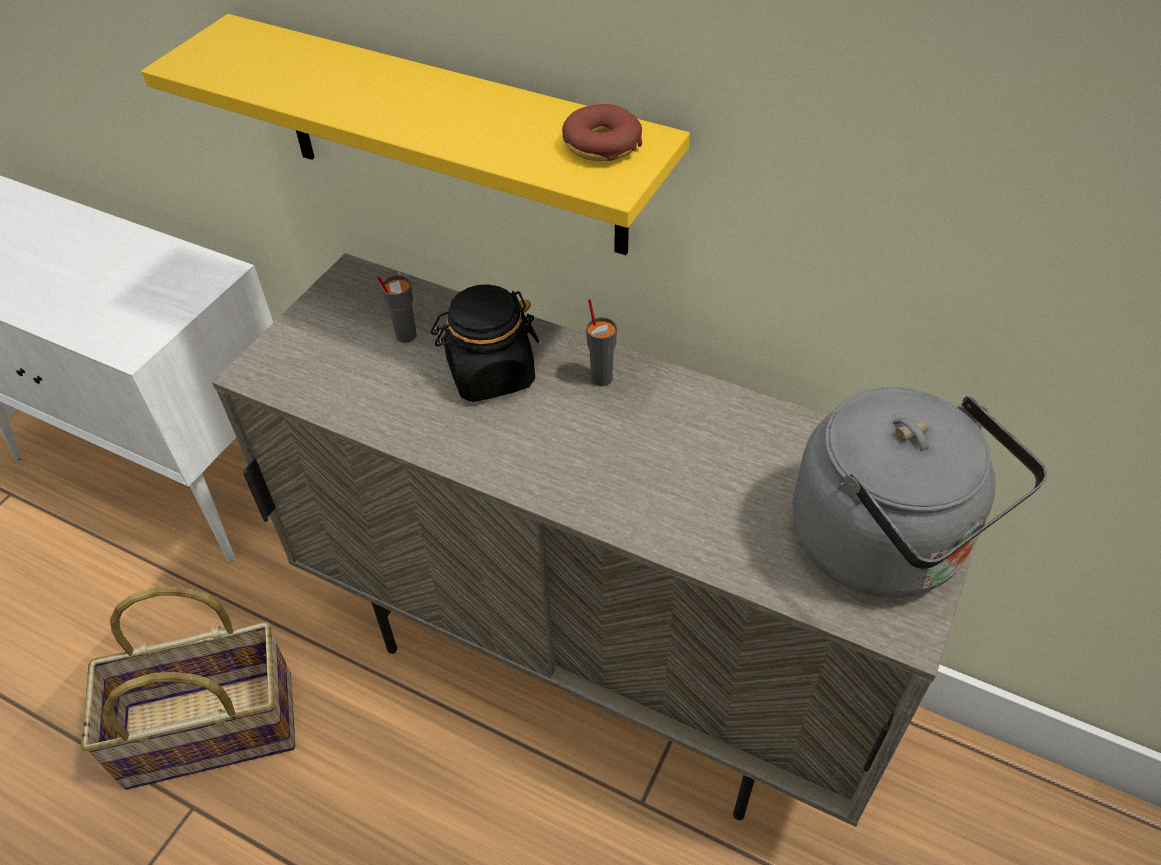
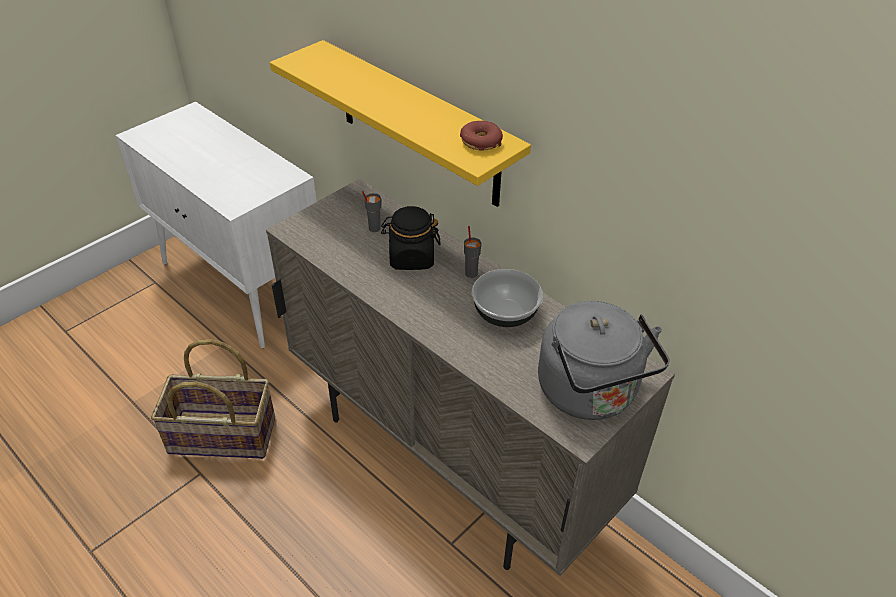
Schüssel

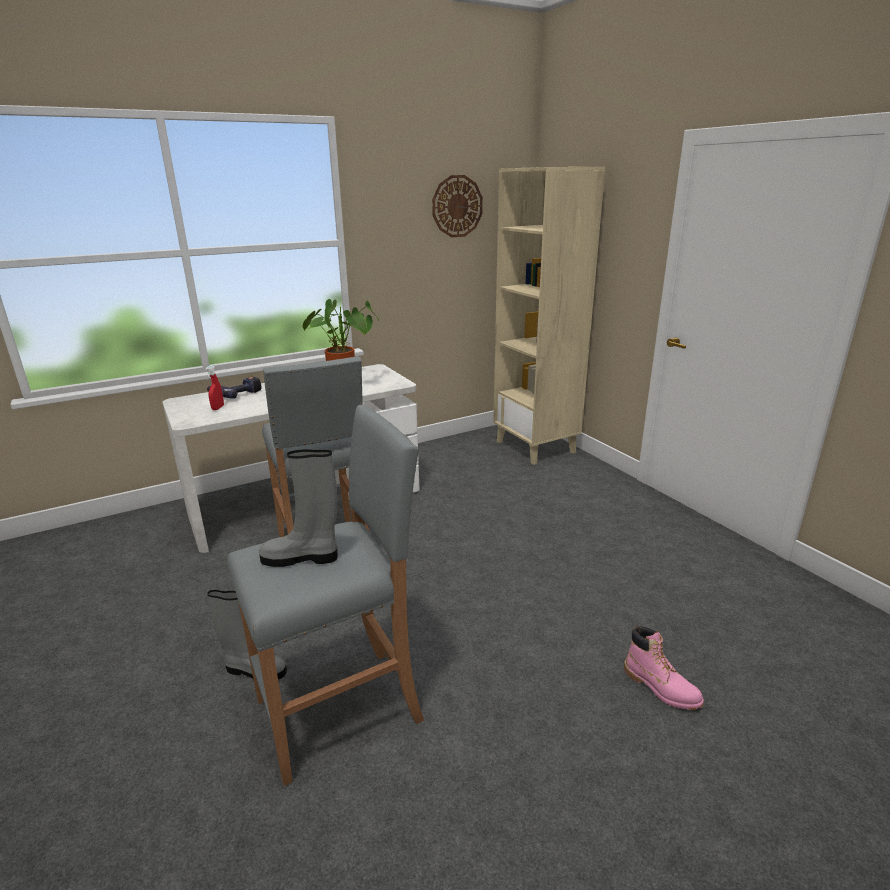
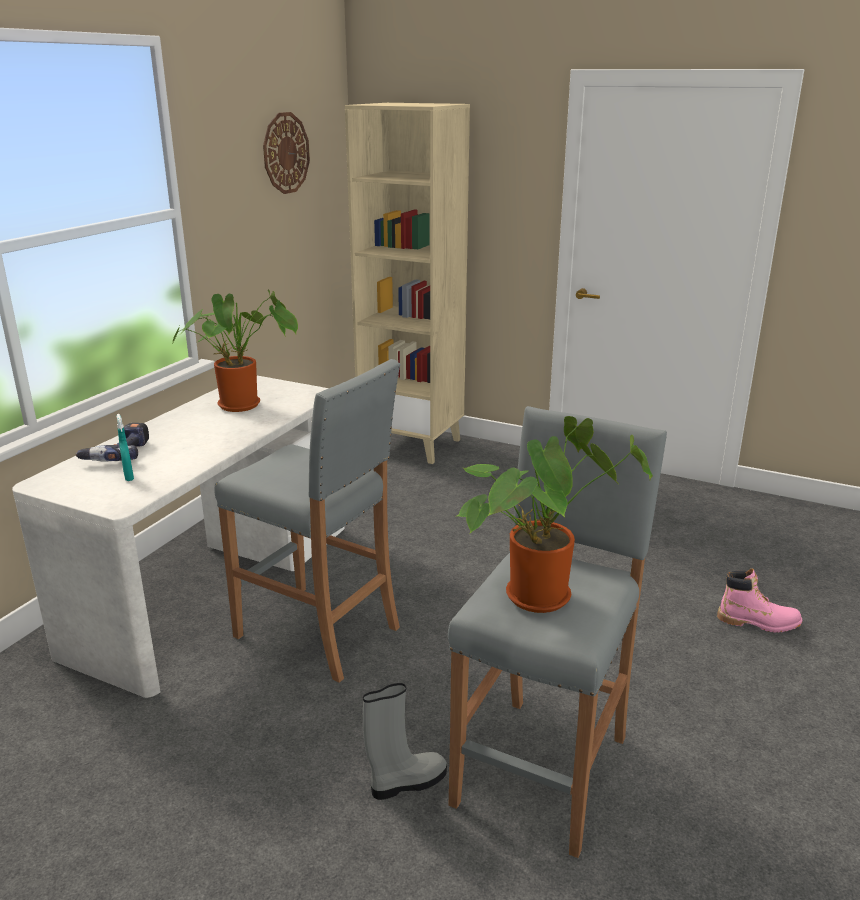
Sprühflasche [türkis]; Topfpflanze (2nd from left)

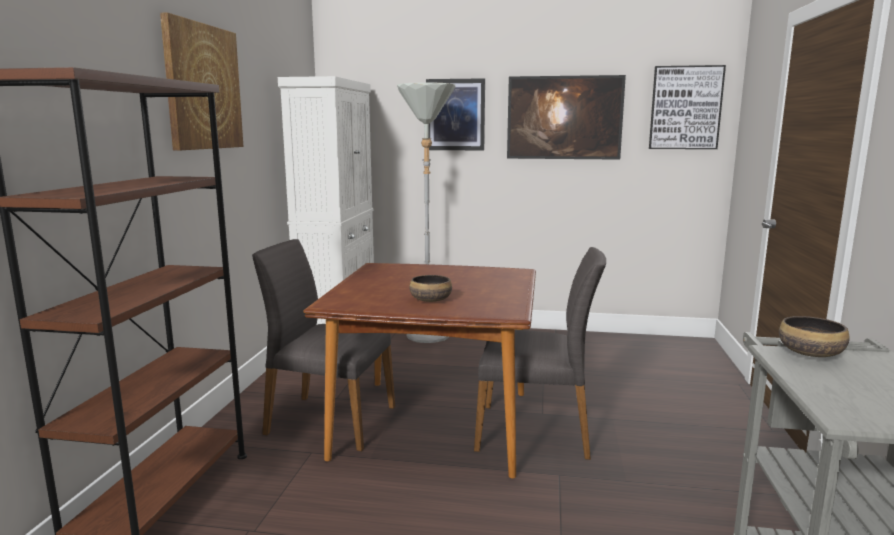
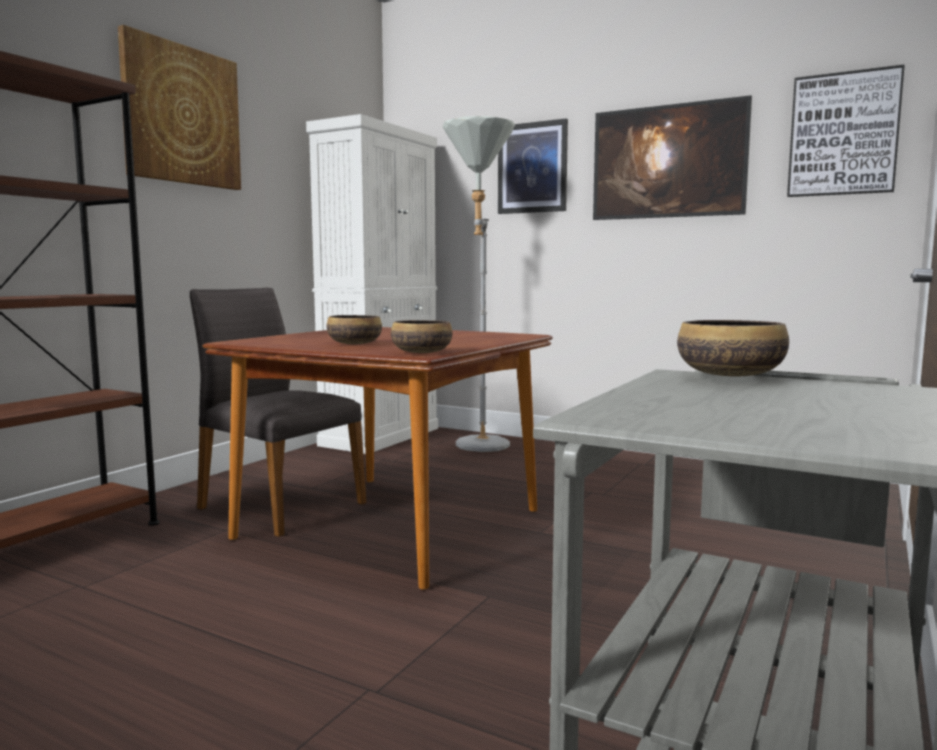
Stuhl [grau] (2nd from left in the first image); Schüssel (2nd from left)

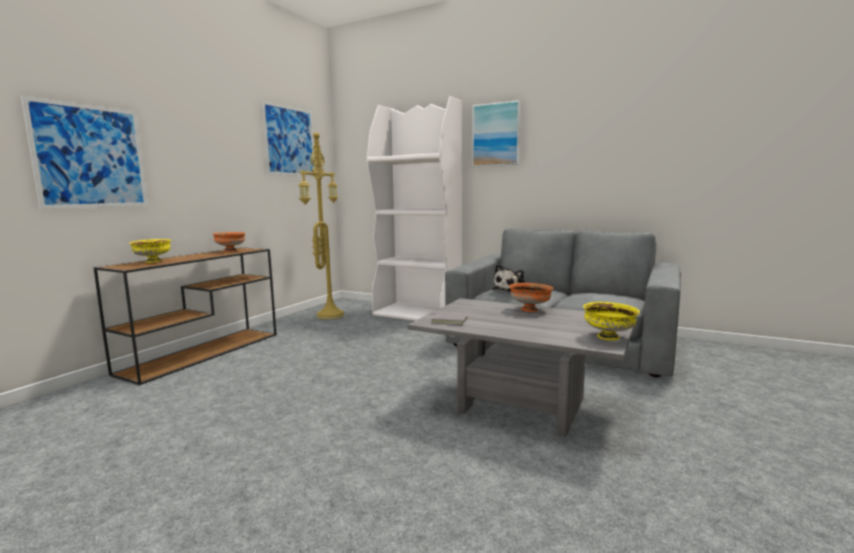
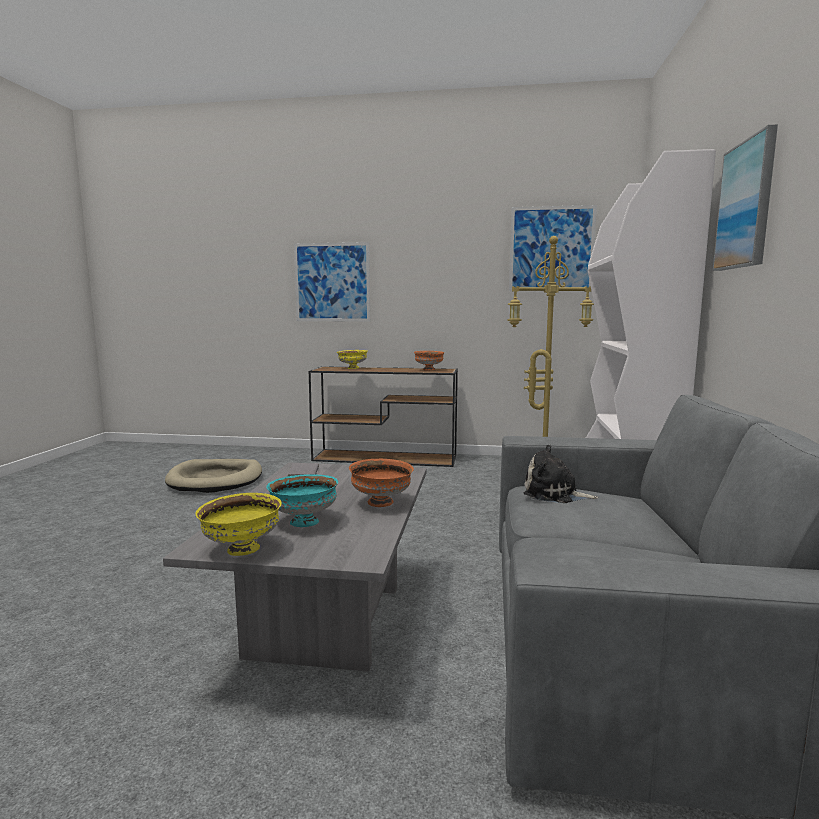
Hundebett [beige]; Schüssel [türkis]

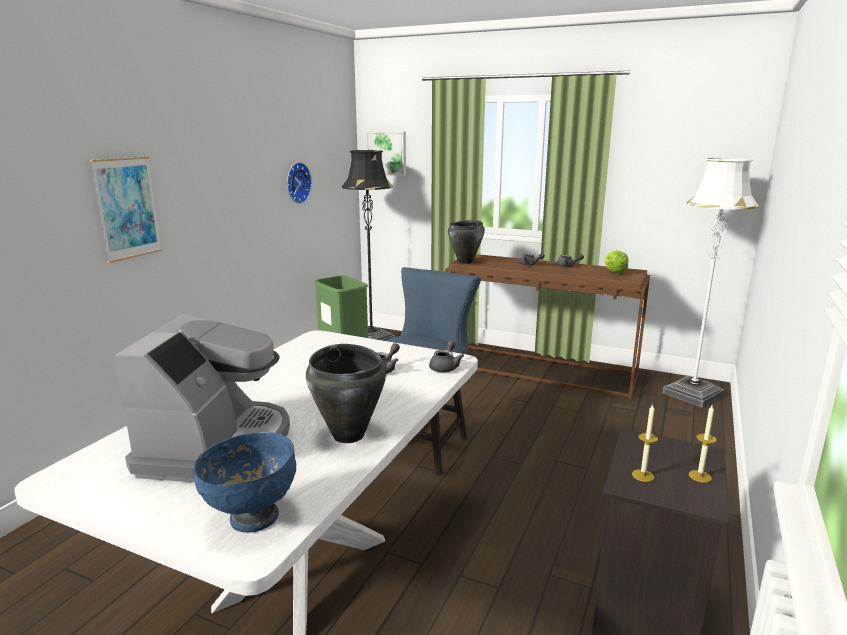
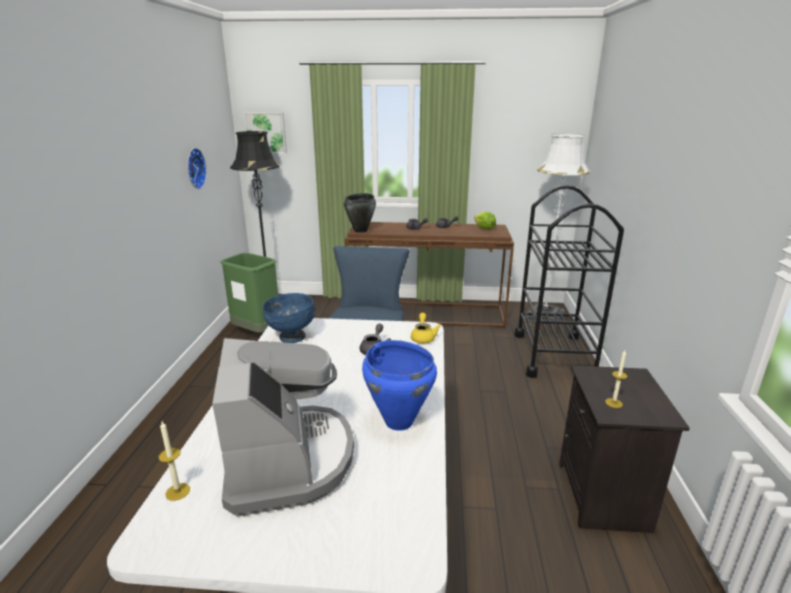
Bild (1st from left in the first image); Teekanne [gelb]; Kochtopf [blau]; Kerze (1st from left); Schüssel [blau]; Rollwagen [schwarz]

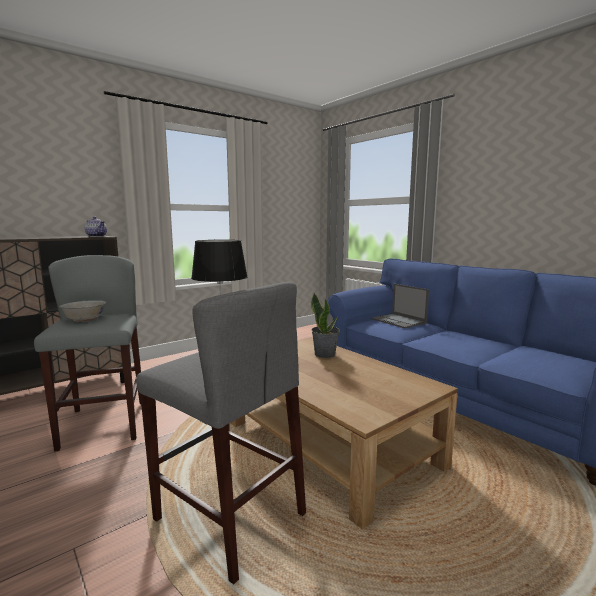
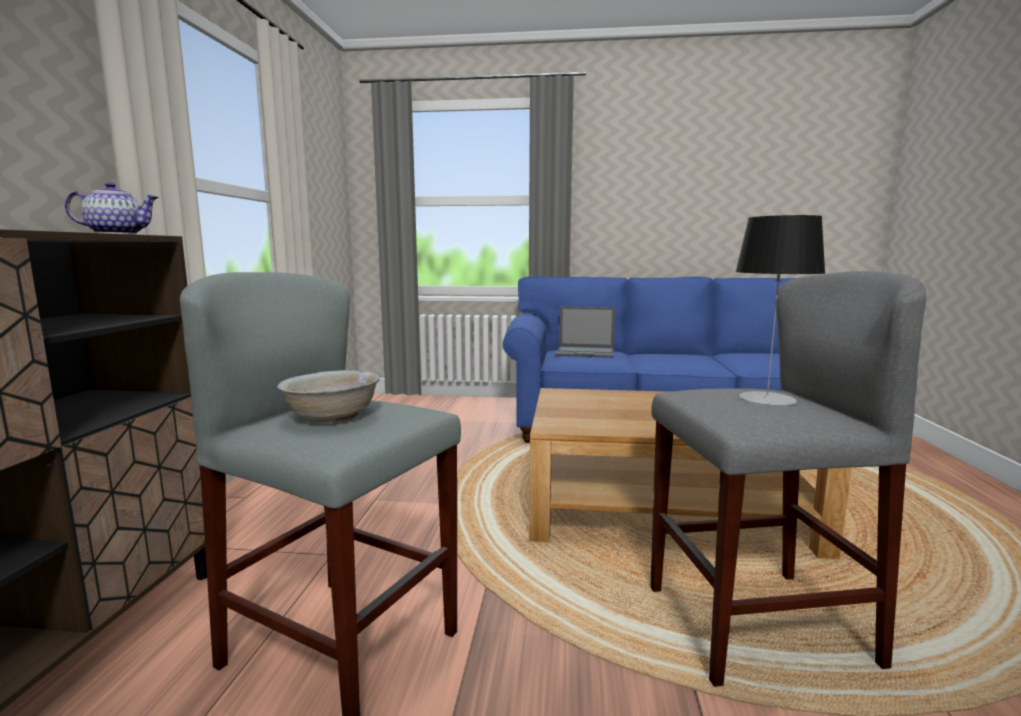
Topfpflanze

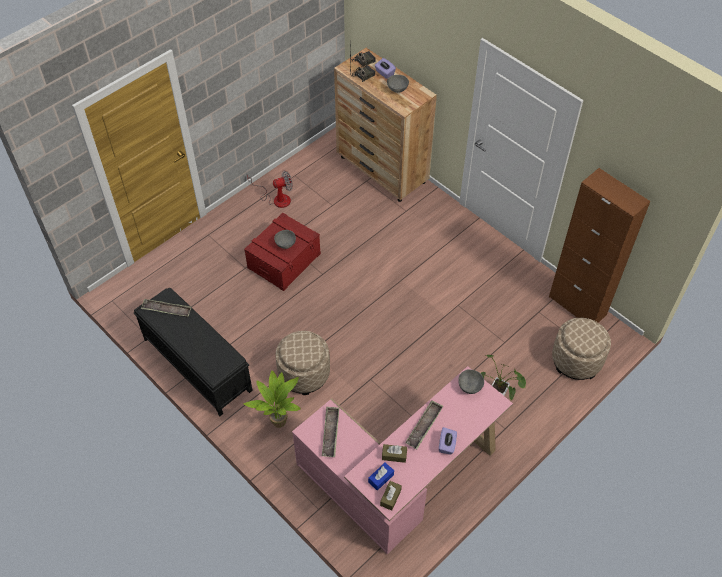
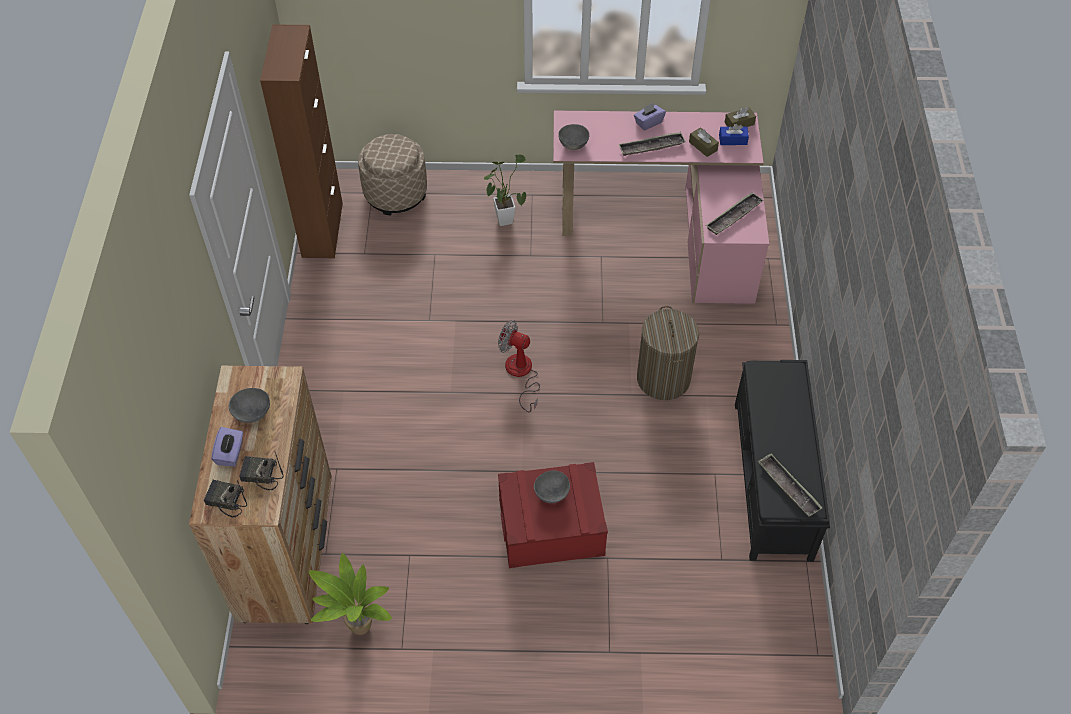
Ventilator; Wäschekorb; Topfpflanze (1st from left)

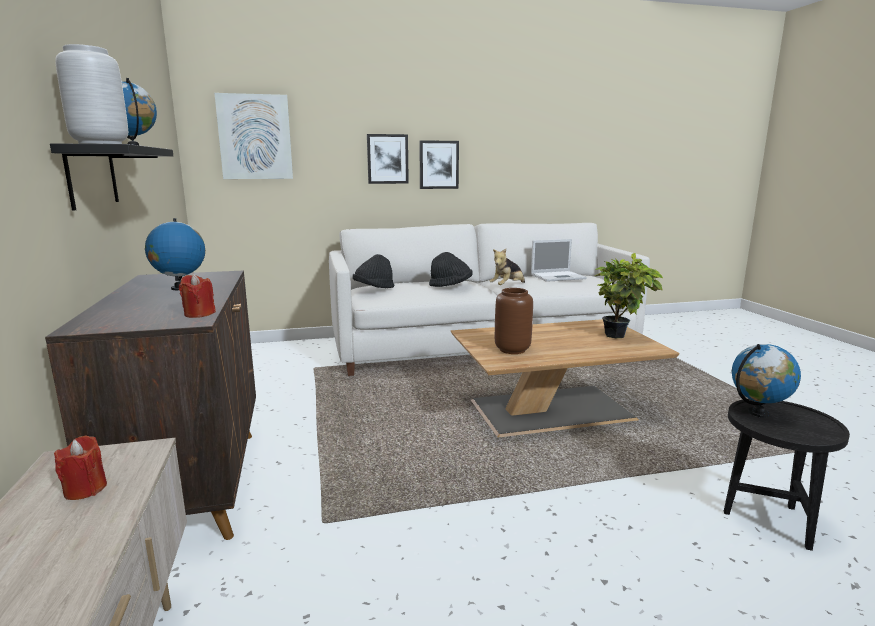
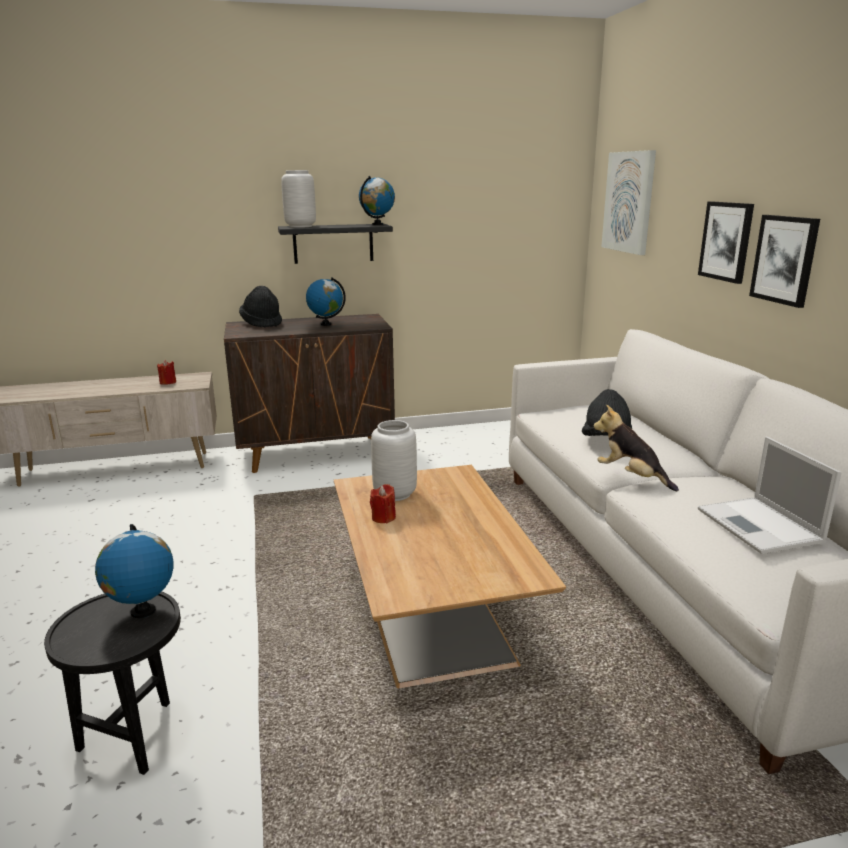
Topfpflanze; Hut [schwarz] (1st from left); Kerze [rot] (2nd from left); Vase [grau] (2nd from left)

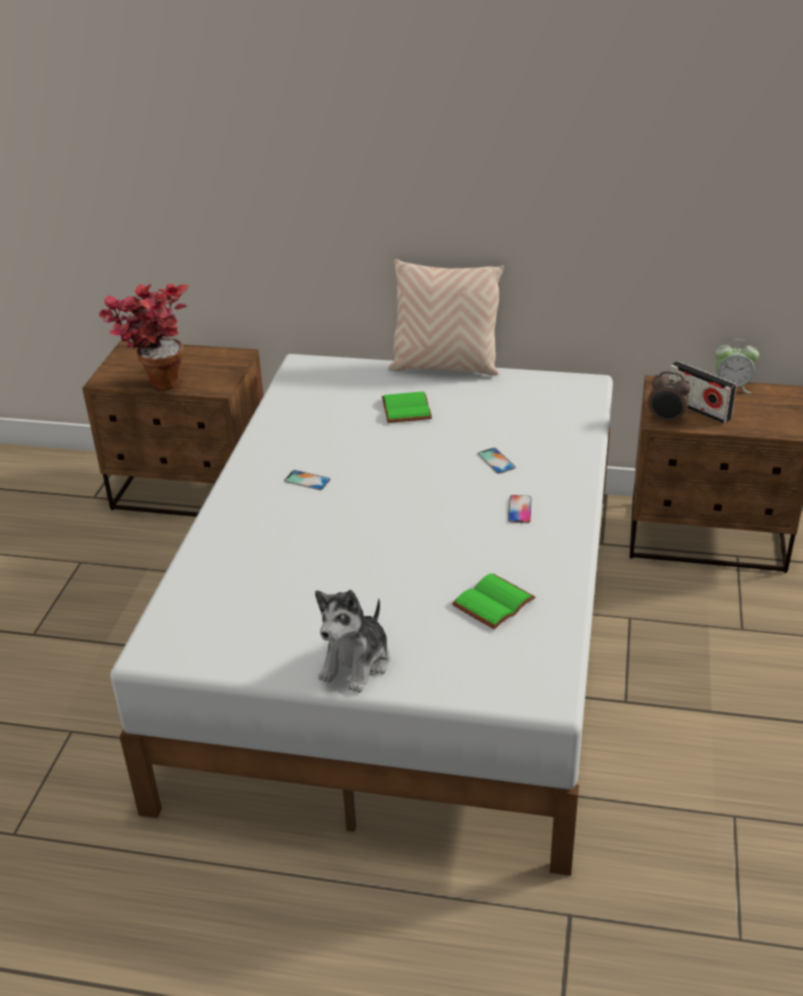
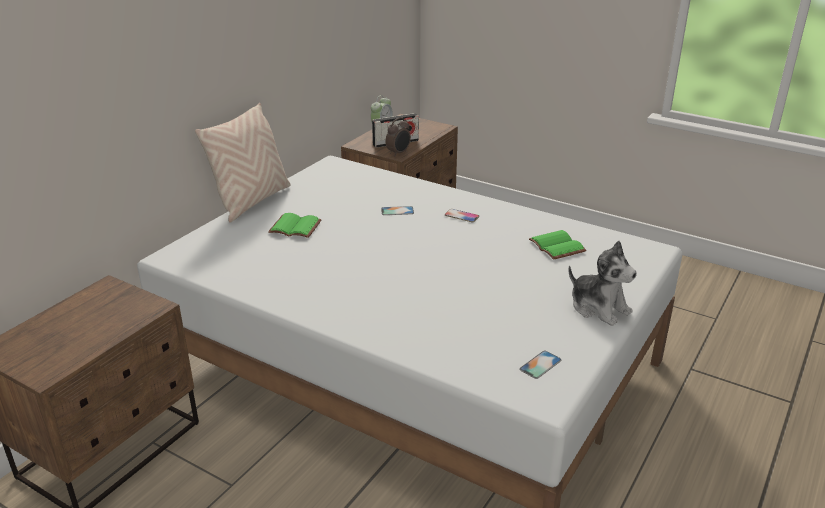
Topfpflanze; Handy (3rd from left)

